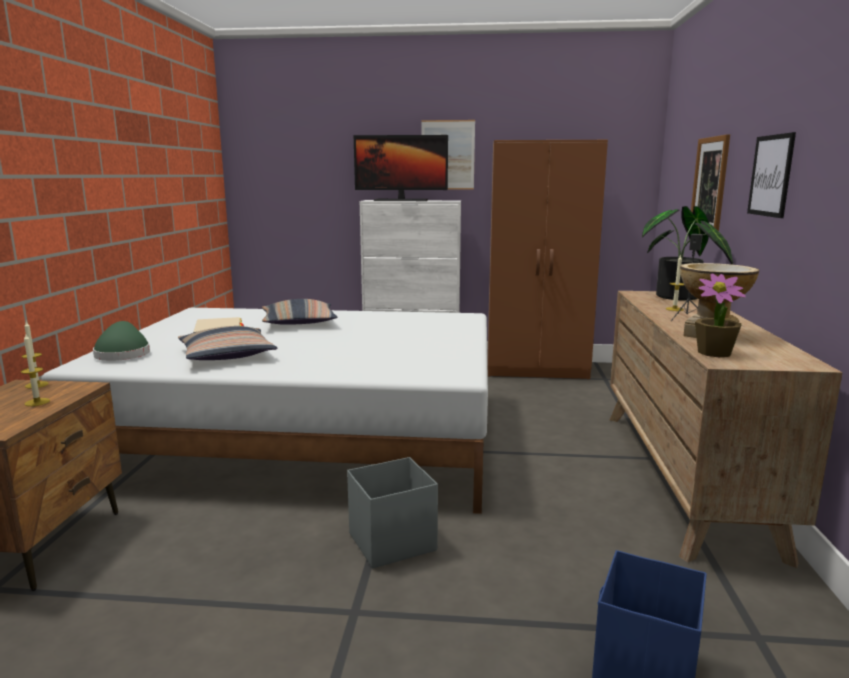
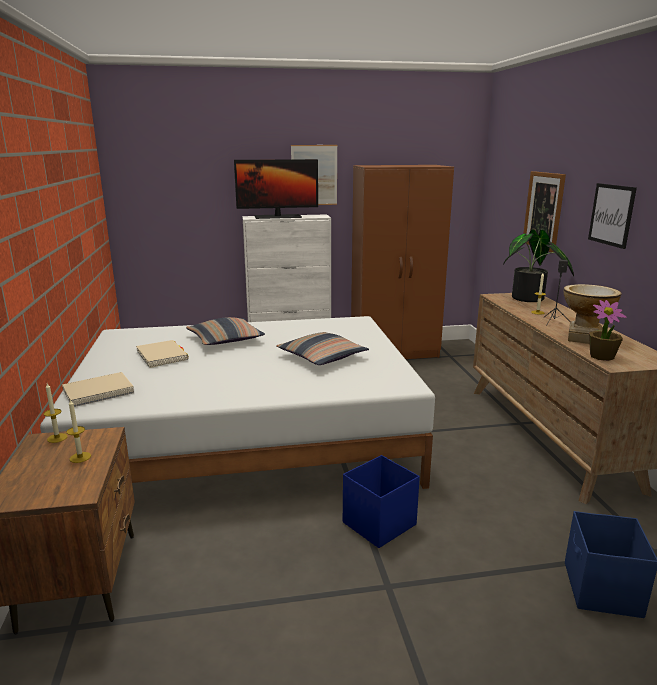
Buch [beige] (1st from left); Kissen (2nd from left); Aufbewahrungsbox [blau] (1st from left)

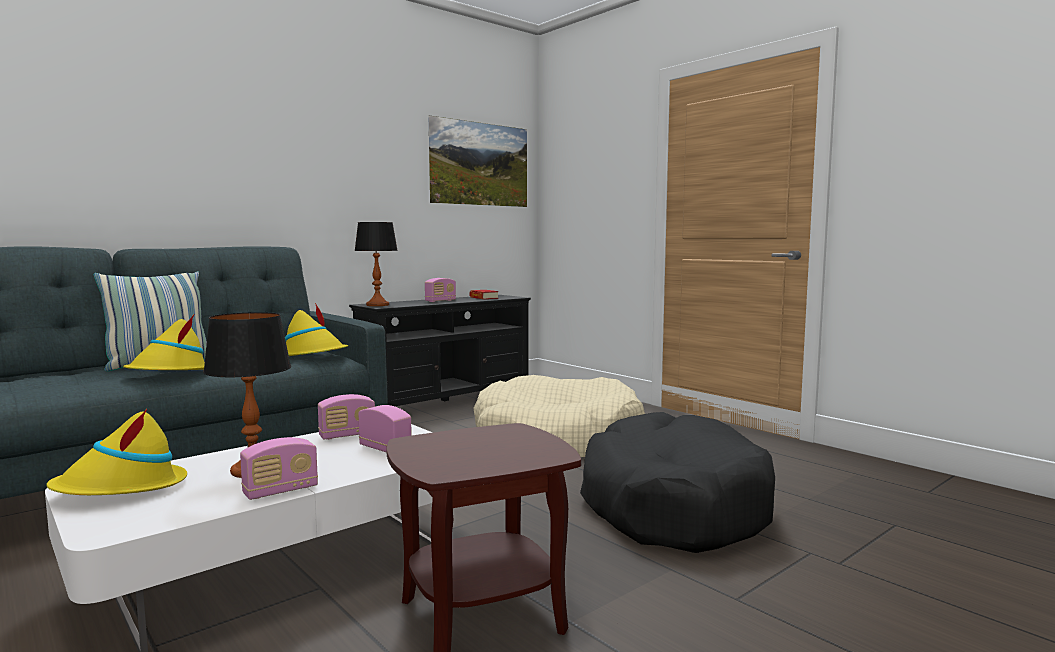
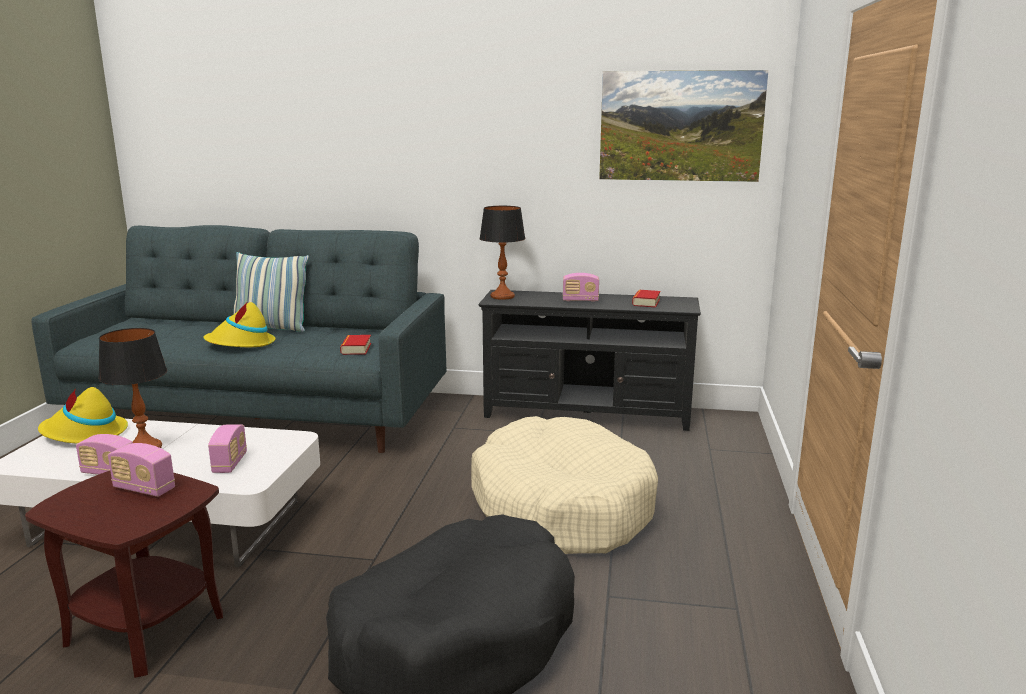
Buch (1st from left); Radio (2nd from left)

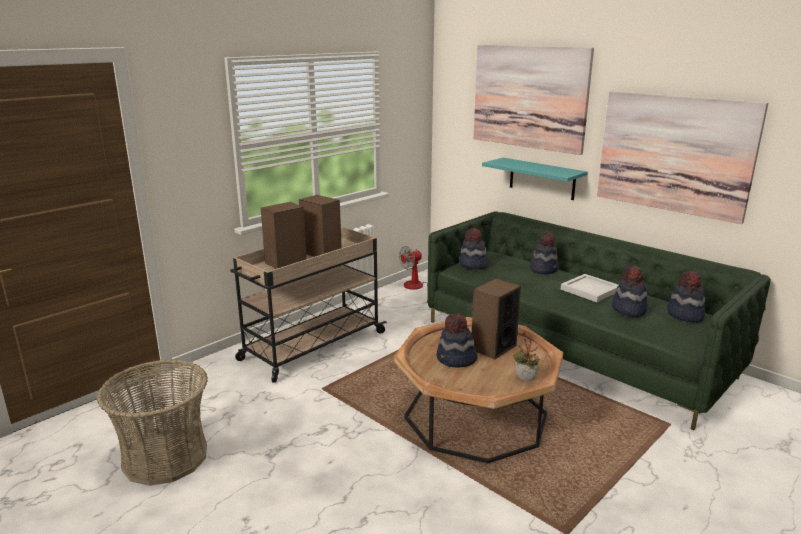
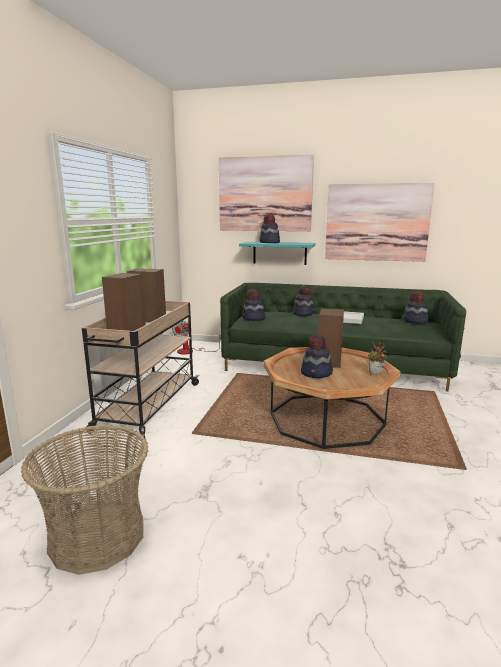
Hut (2nd from left)

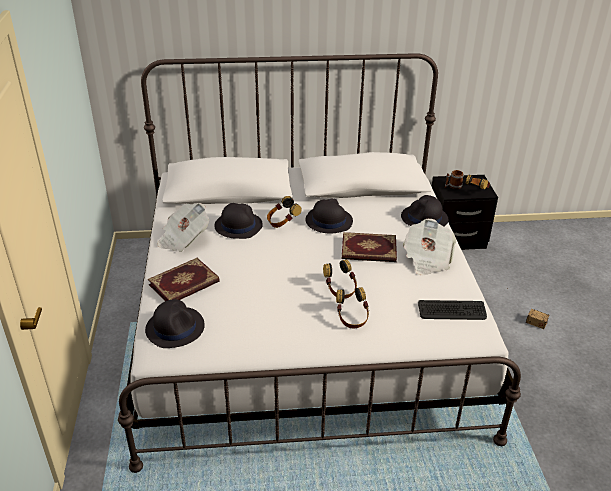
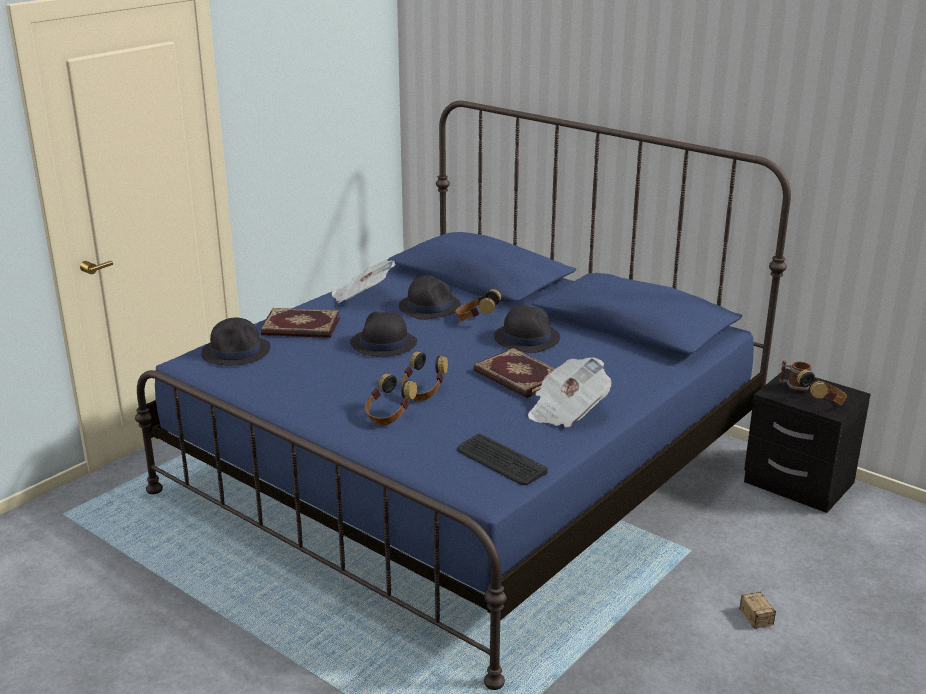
Bett [blau]; Hut [schwarz] (2nd from left)

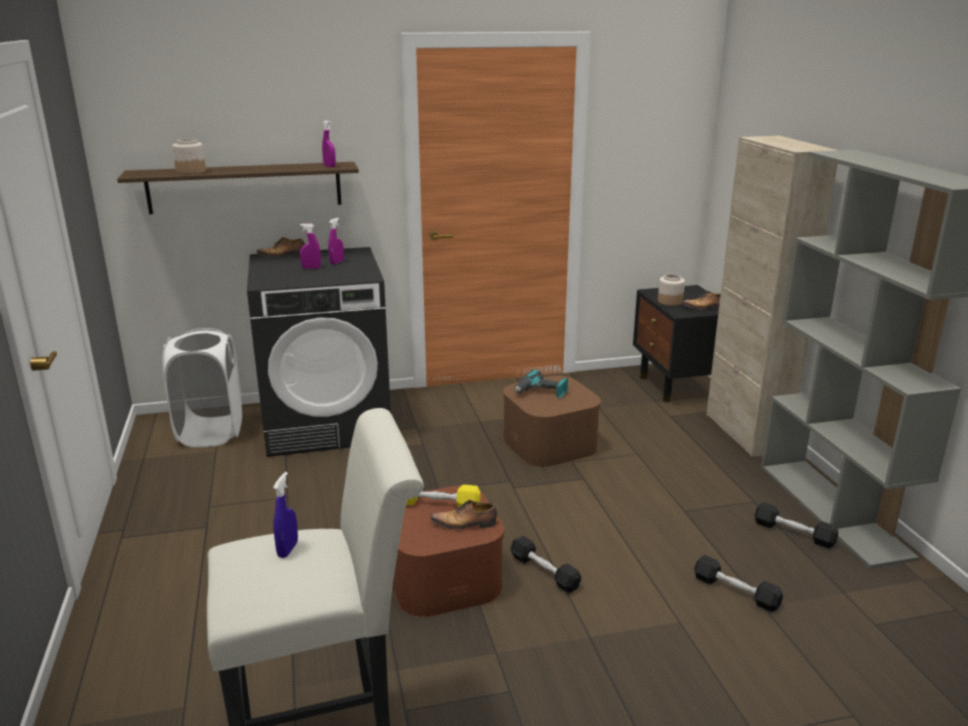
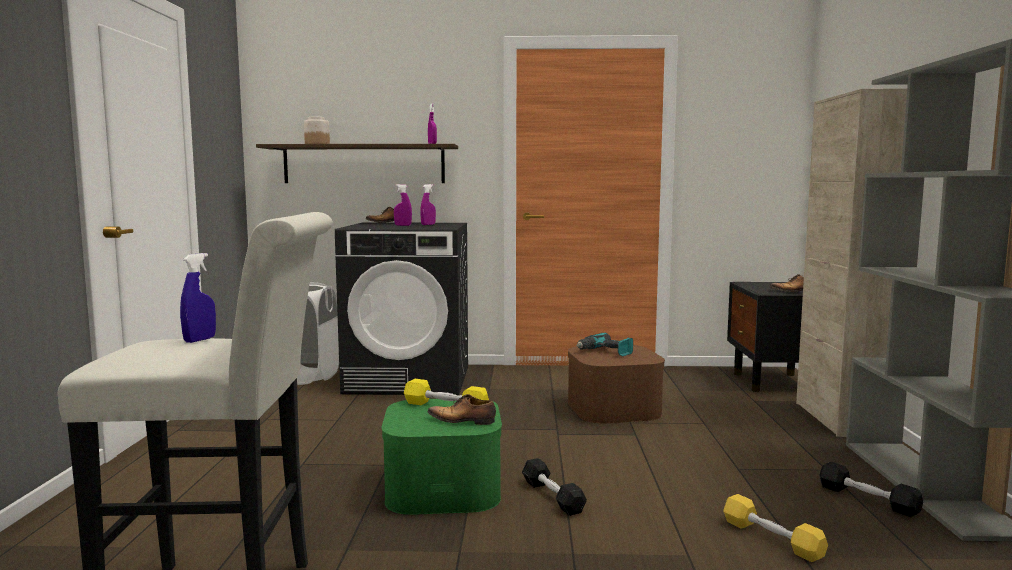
Vorratsglas (2nd from left in the first image); Aufbewahrungsbox [grün]; Hantel [gelb] (2nd from left)

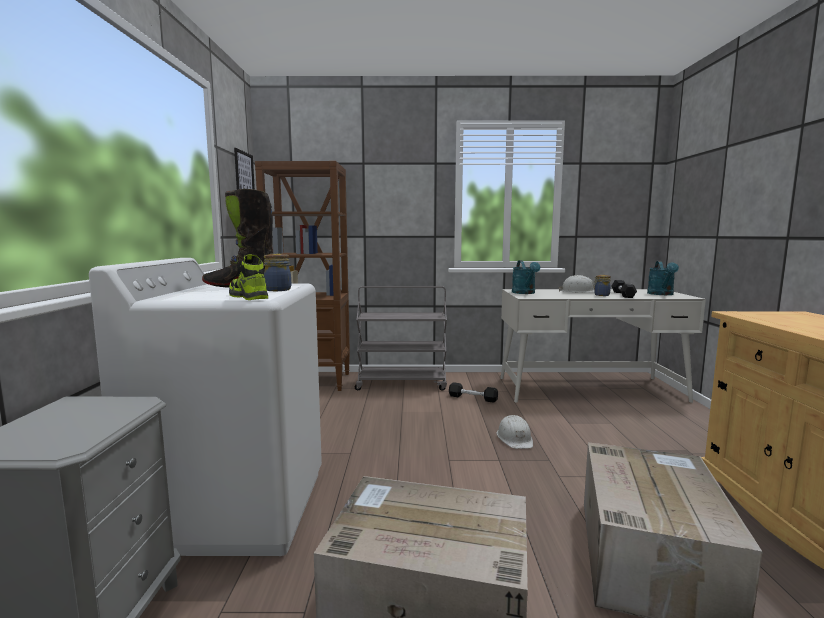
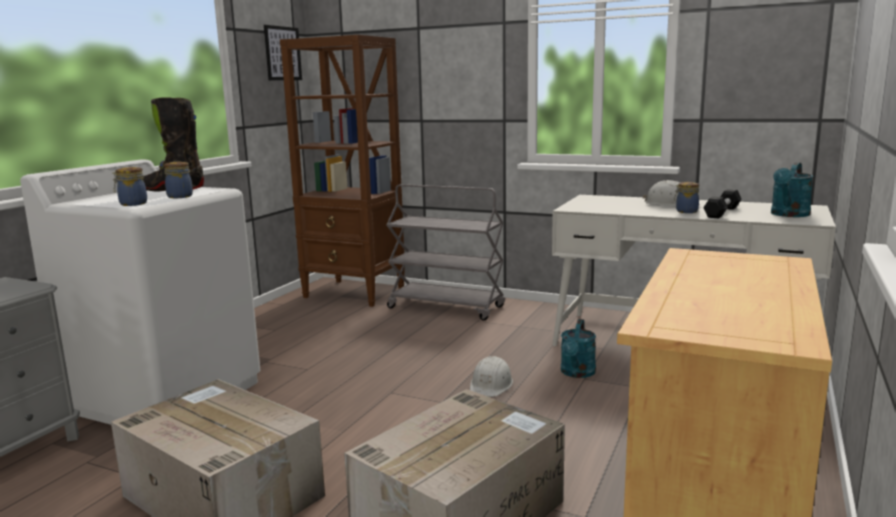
Vorratsglas (1st from left); Gießkanne [türkis] (1st from left); Hantel [schwarz] (1st from left in the first image)

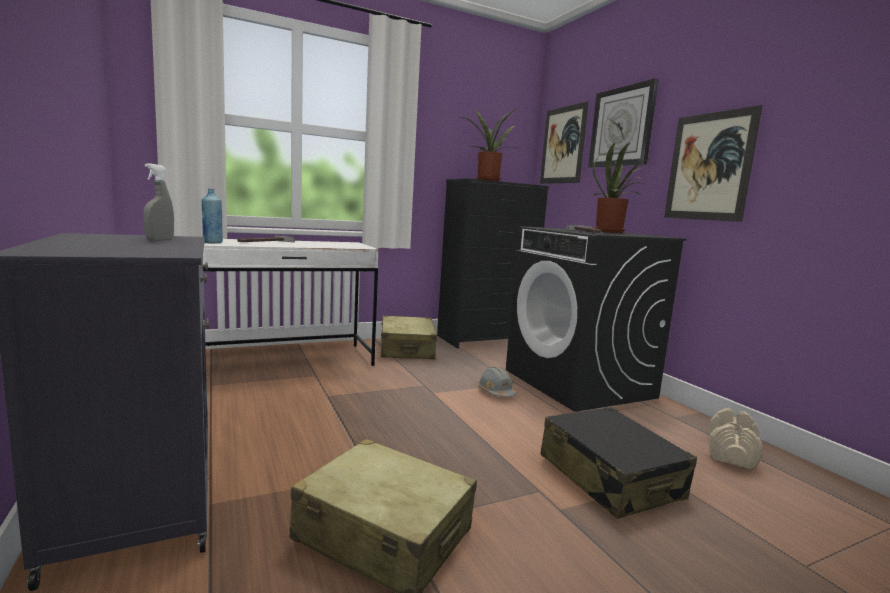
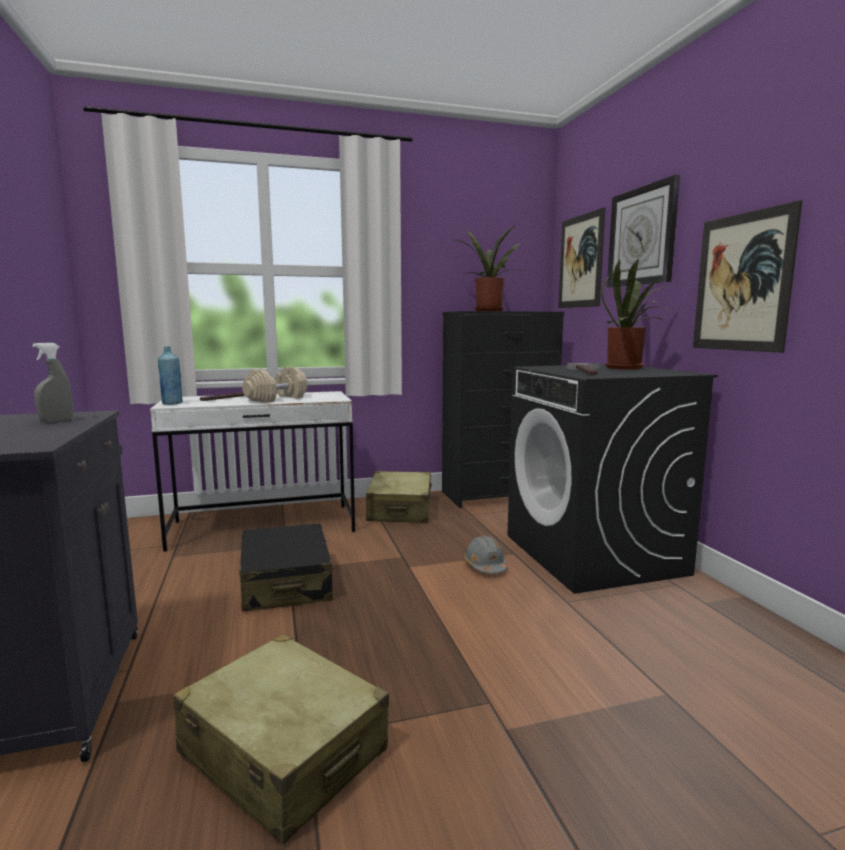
Koffer [schwarz]; Hantel [beige]

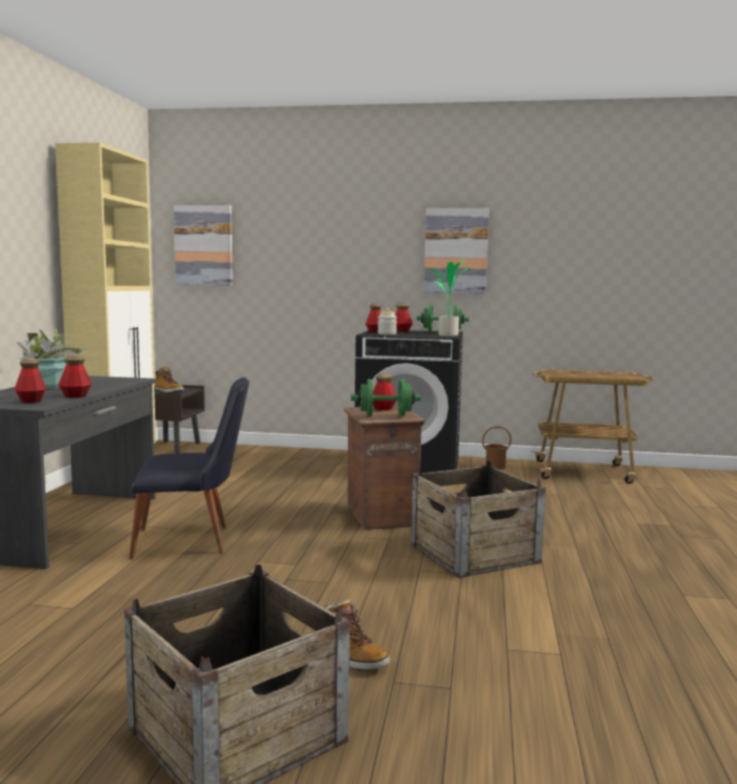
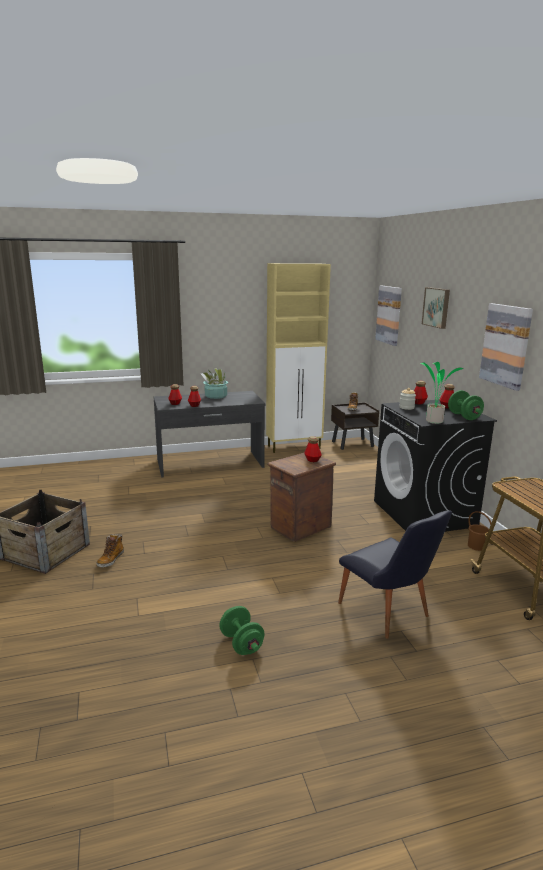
Stuhl [schwarz]; Hantel [grün] (1st from left); Kiste (3rd from left in the first image); Bild (2nd from left)

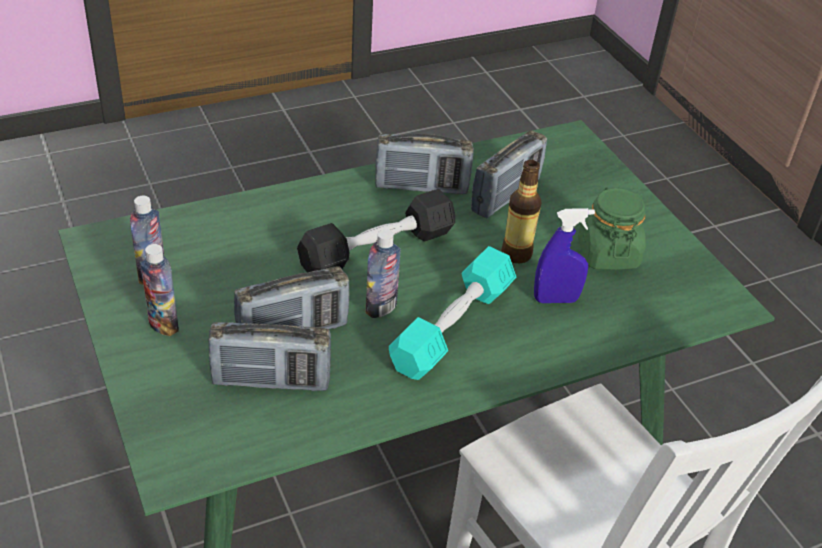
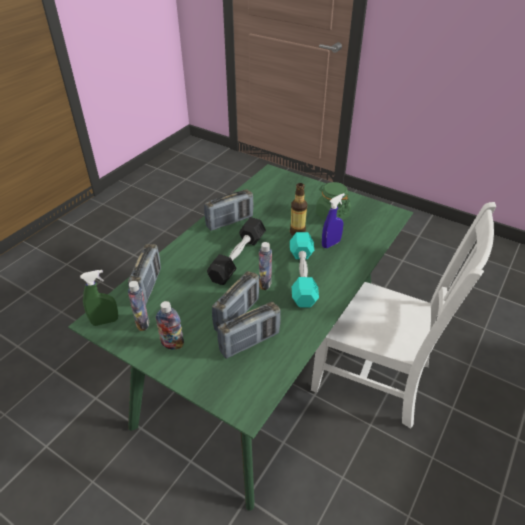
Radio (1st from left); Sprühflasche [grün]

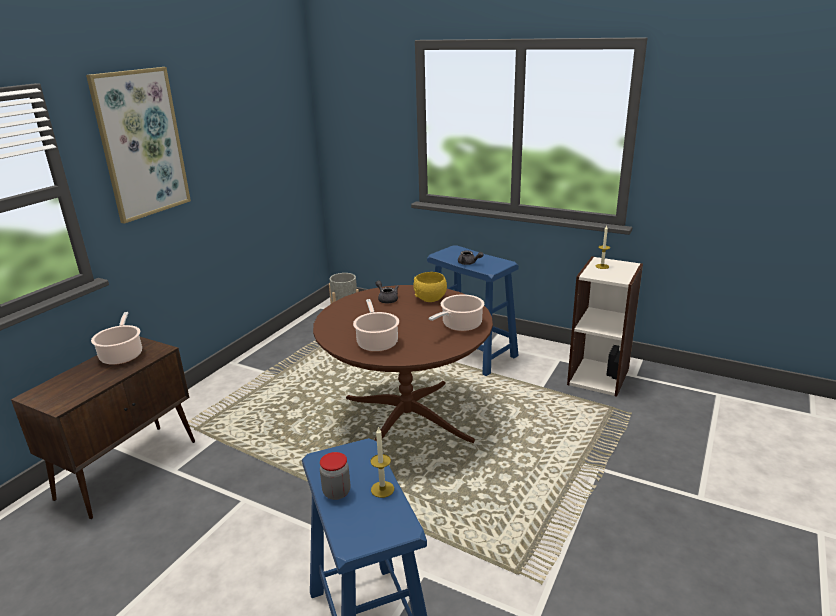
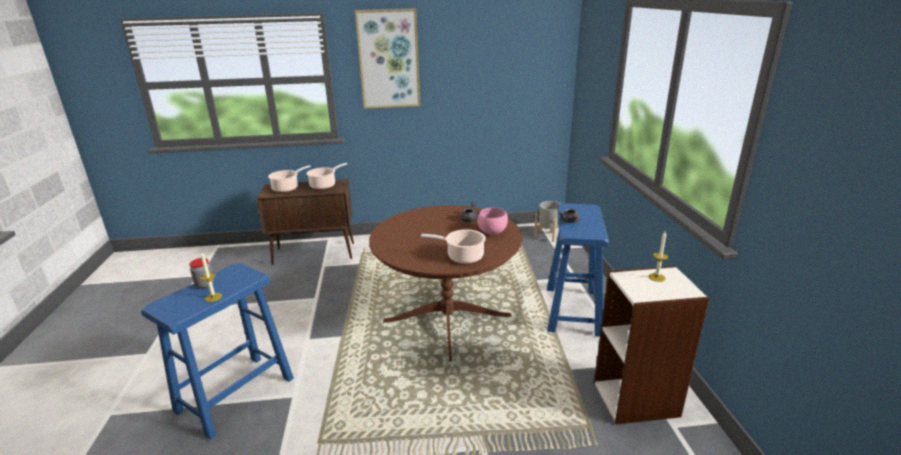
Schüssel [rosa]; Kochtopf (1st from left)

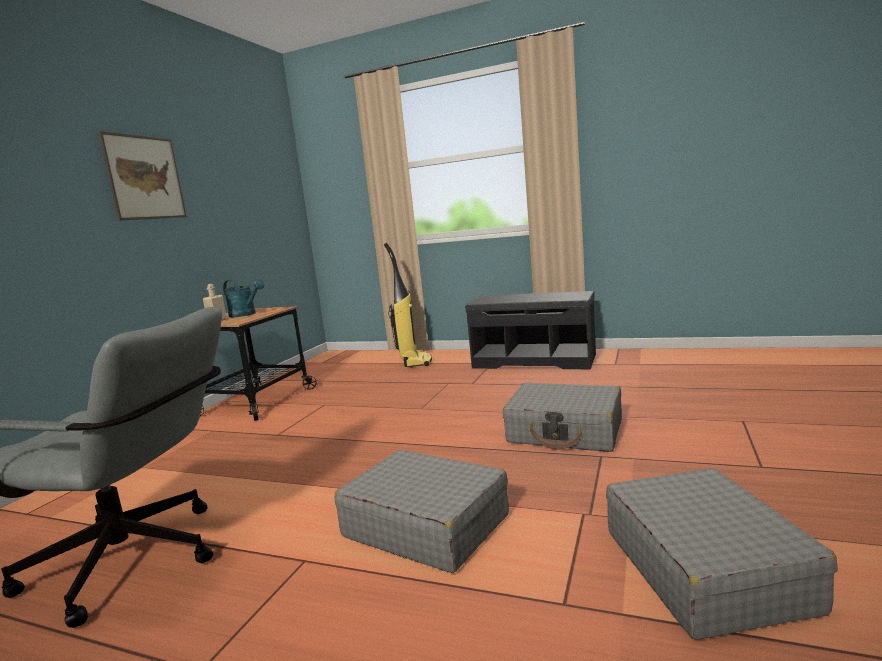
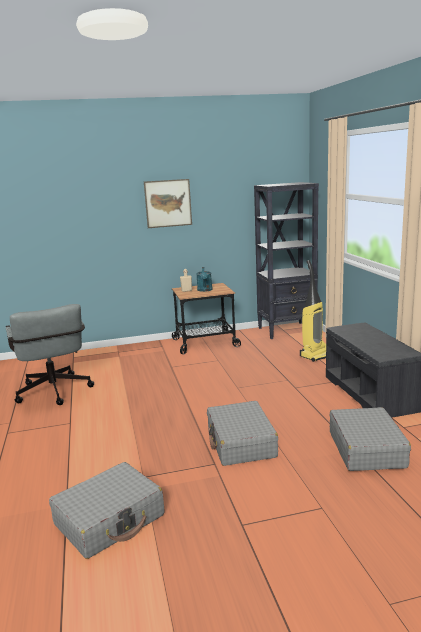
Koffer [grau] (3rd from left); Bücherregal [schwarz]

